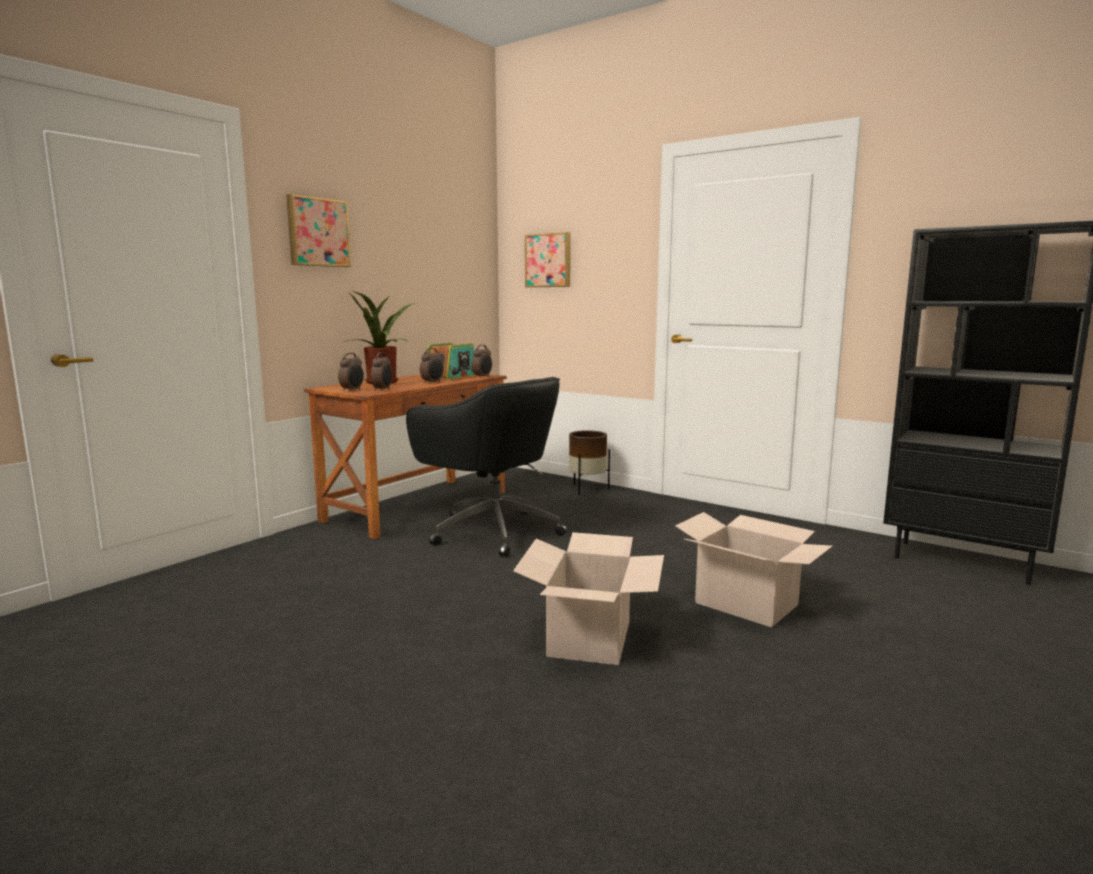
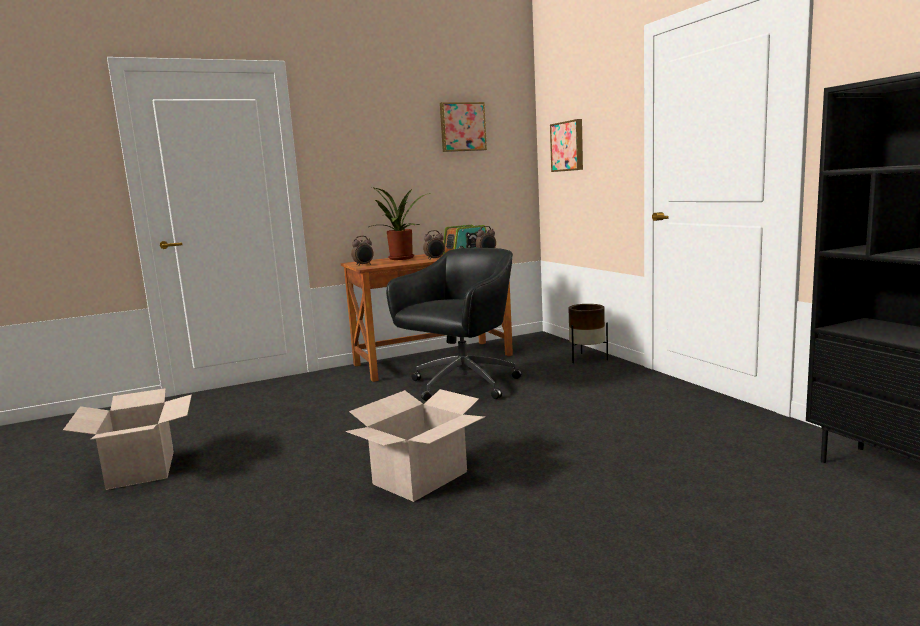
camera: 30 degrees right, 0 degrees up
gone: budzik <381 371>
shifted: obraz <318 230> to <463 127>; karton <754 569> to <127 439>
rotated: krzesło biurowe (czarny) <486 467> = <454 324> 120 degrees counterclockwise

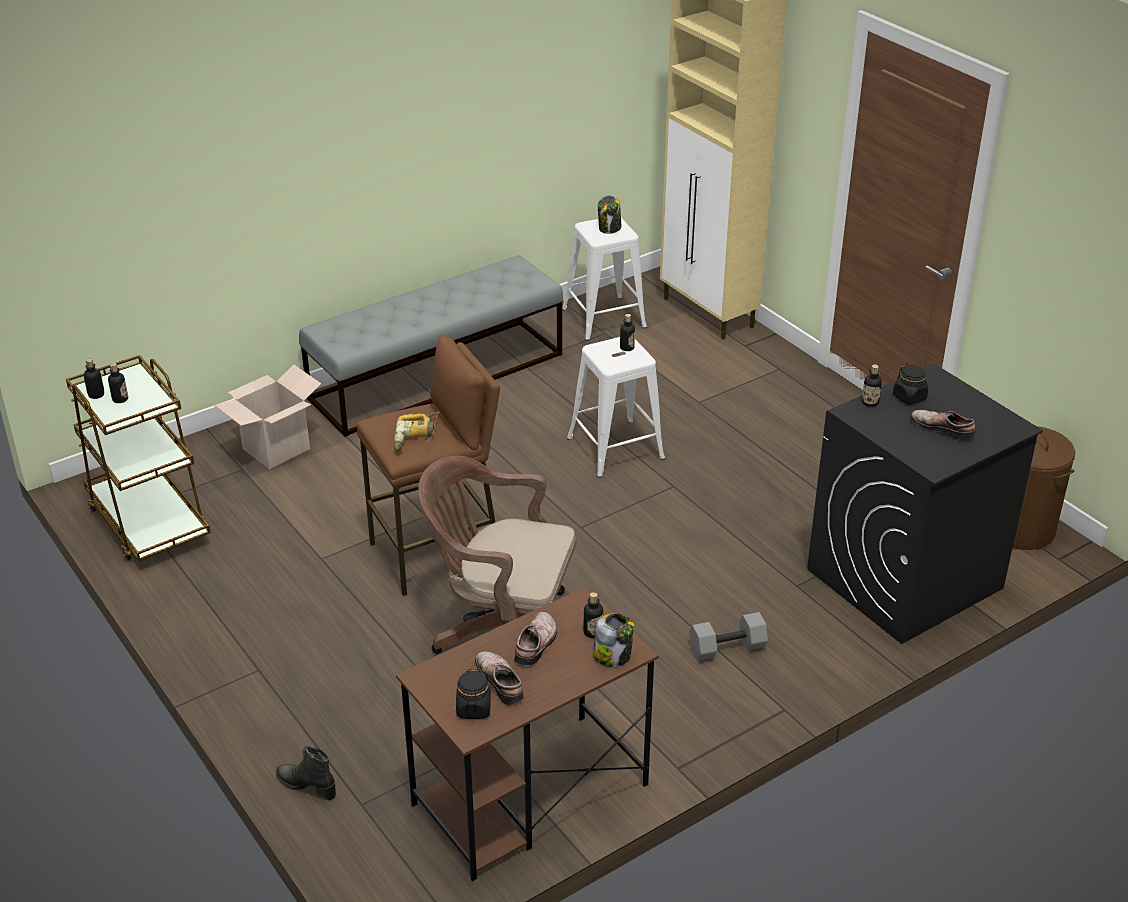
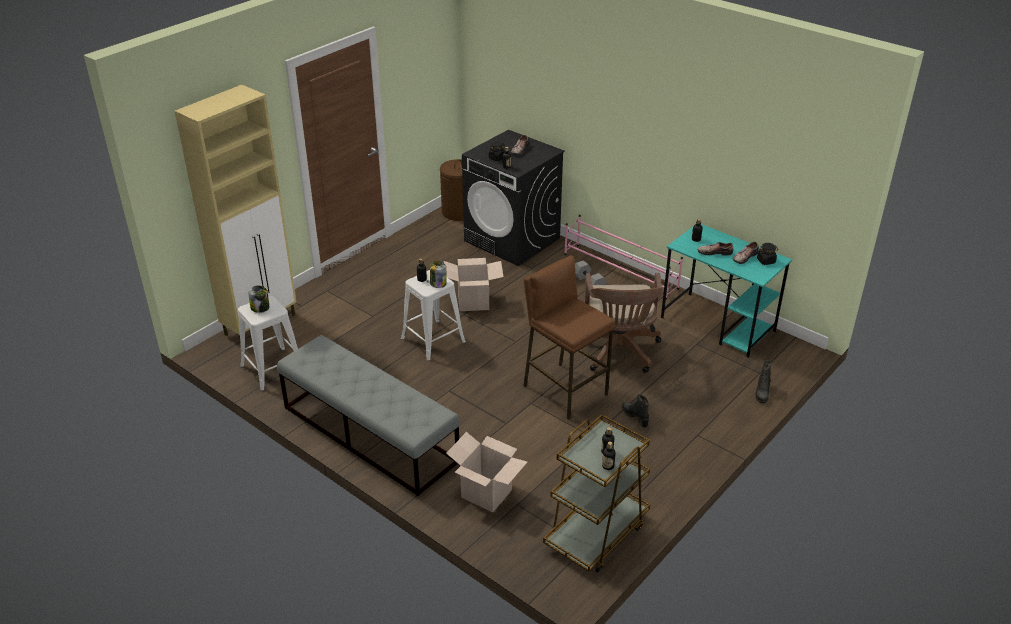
camera: 105 degrees left, 0 degrees up
gone: wiertarka <417 431>
new: karton <473 284>; regał na buty (różowy) <623 257>; but z cholewką (czarny) <635 410>
shifted: słoik <613 640> to <438 274>
repainted: biurko (brązowy) <527 734> to biurko (turkusowy) <726 291>

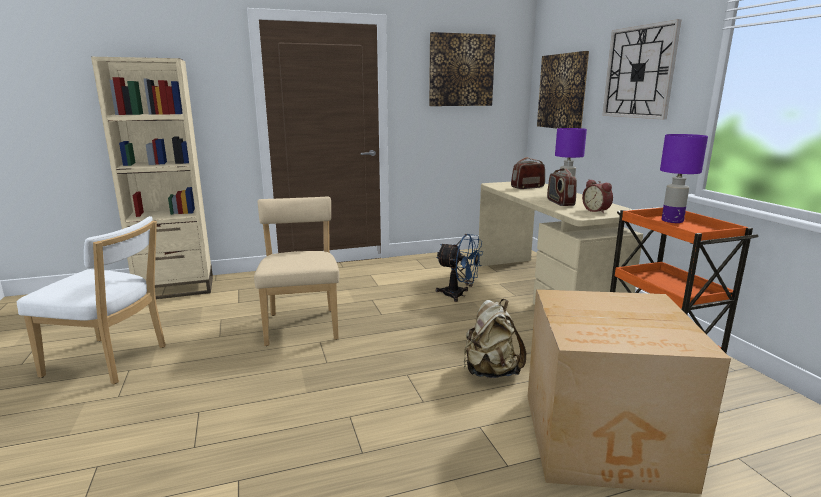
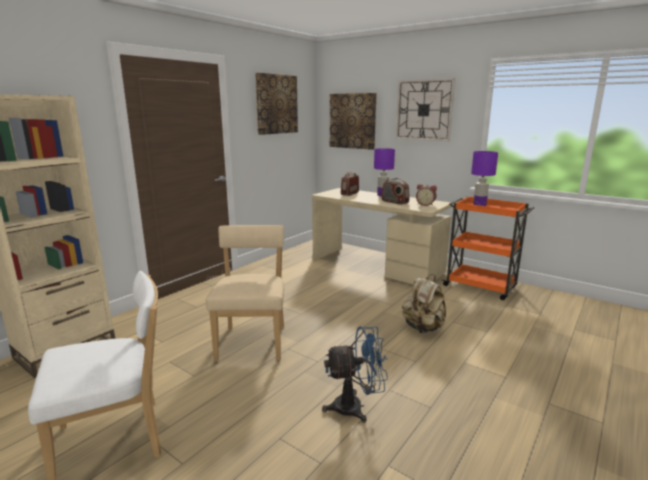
camera: 35 degrees left, 0 degrees up
gone: karton <629 391>
shifted: wentylator (niebieski) <459 268> to <355 374>
rotated: krzesło (beżowy) <296 271> = <245 293> 45 degrees clockwise

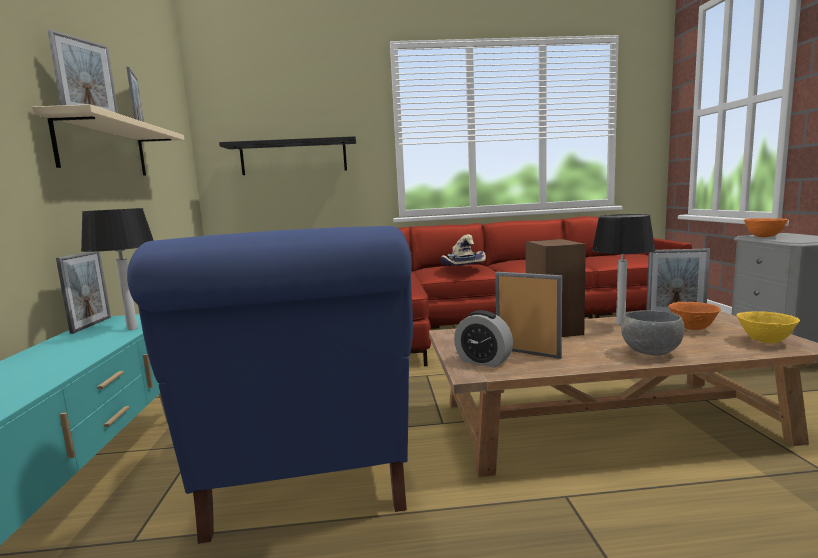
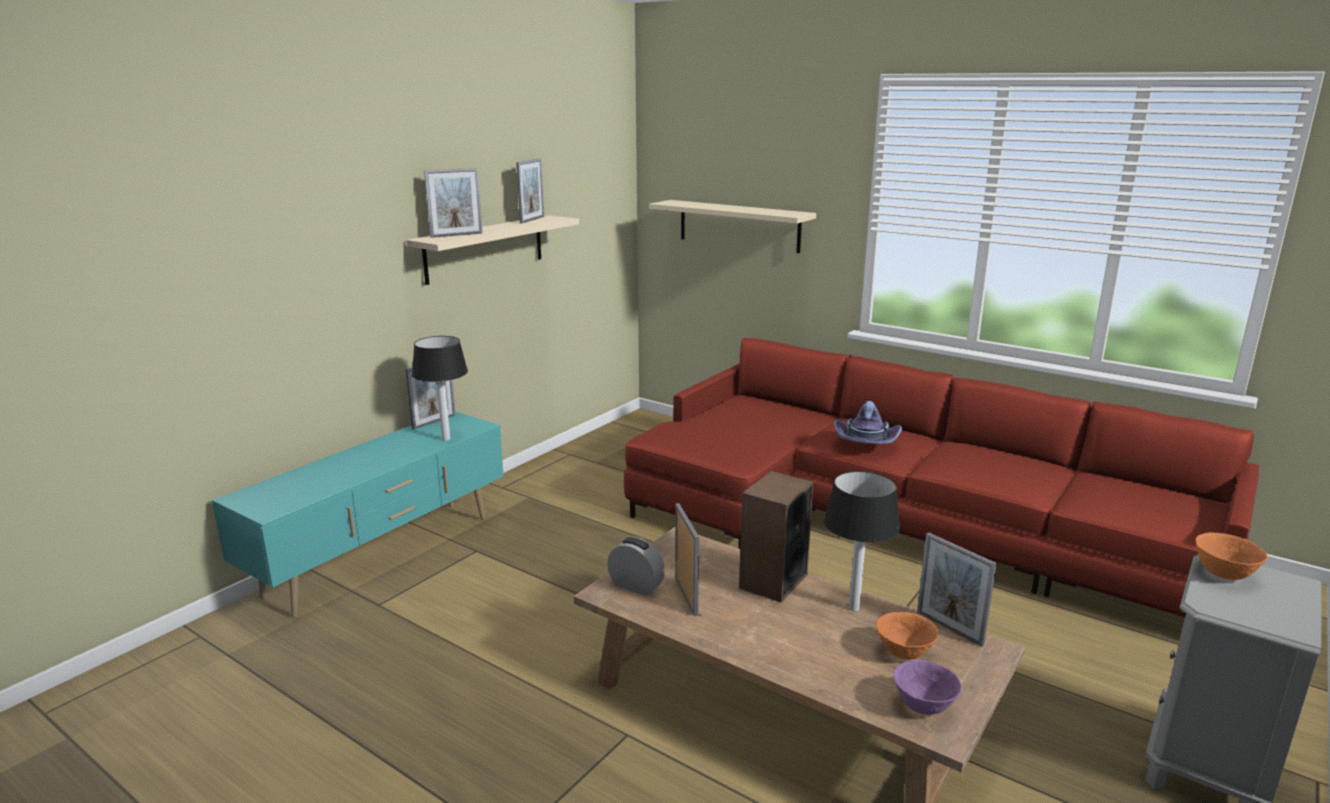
camera: 40 degrees right, 10 degrees up
gone: fotel (niebieski) <270 385>; miska (szary) <652 333>
repainted: półka (czarny) <287 155> to półka (beżowy) <732 226>; kapelusz (beżowy) <463 250> to kapelusz (fioletowy) <868 422>; miska (żółty) <768 327> to miska (fioletowy) <927 687>
rotated: budzik <483 339> = <636 566> 135 degrees clockwise

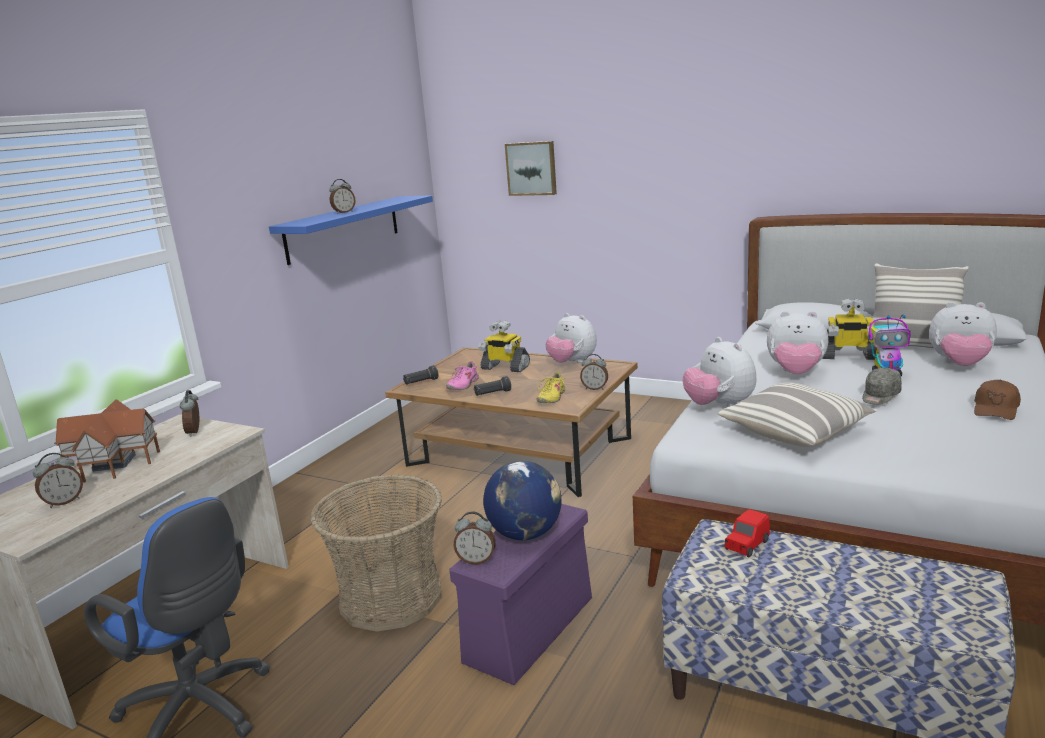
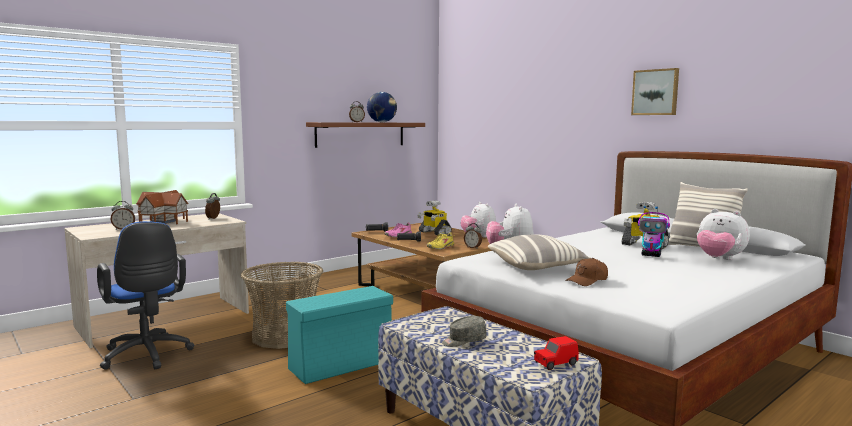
camera: 20 degrees right, 10 degrees down
gone: budzik <475 538>; pluszak <798 342>
shifted: globus <522 500> to <382 107>; obraz <531 168> to <655 91>; samochodzik (czerwony) <747 533> to <556 353>; czapka z daszkiem (szary) <882 386> to <464 331>; czapka z daszkiem (brązowy) <997 400> to <586 272>
repainted: półka (niebieski) <351 230> to półka (brązowy) <365 135>; pojemnik do przechowywania (fioletowy) <520 594> to pojemnik do przechowywania (turkusowy) <339 335>

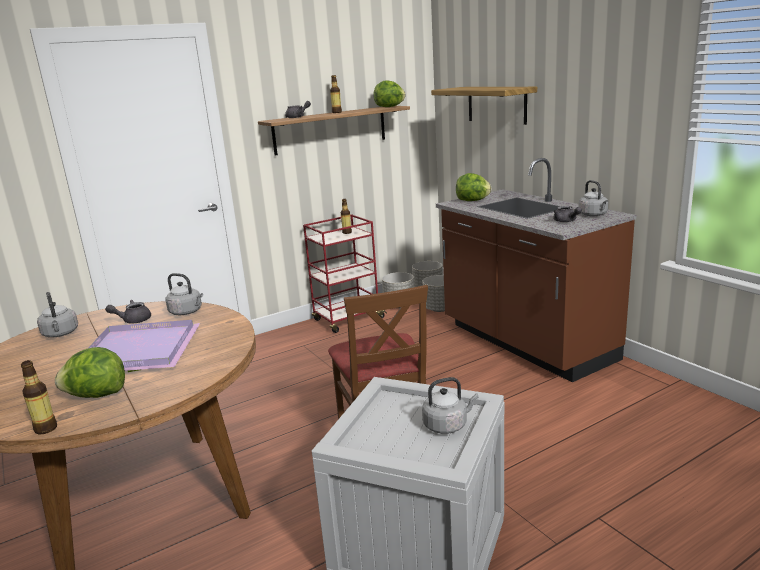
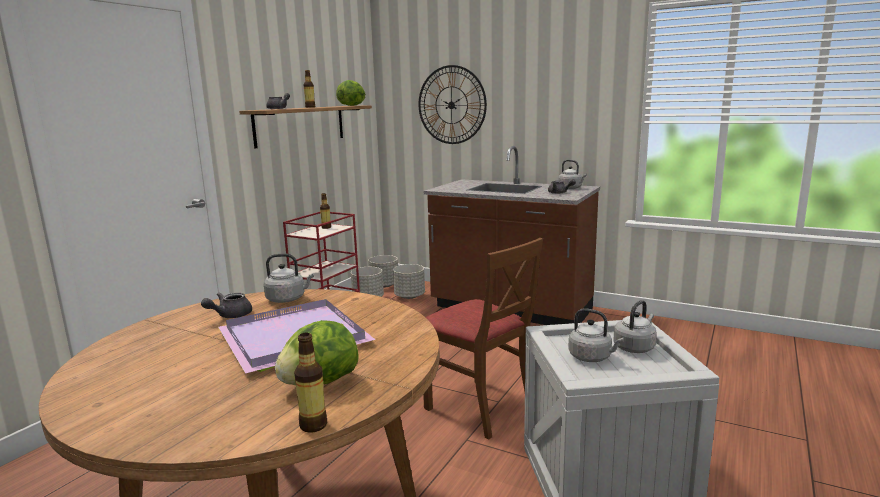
camera: 30 degrees left, 5 degrees down
gone: sałata <473 187>
shifted: czajnik (szary) <57 315> to <596 335>
swapped: półka <484 106> to zegar ścienny <453 104>

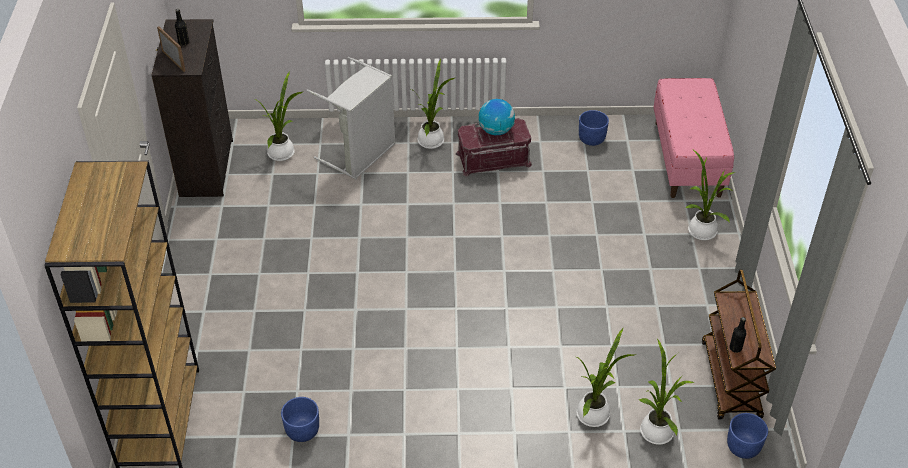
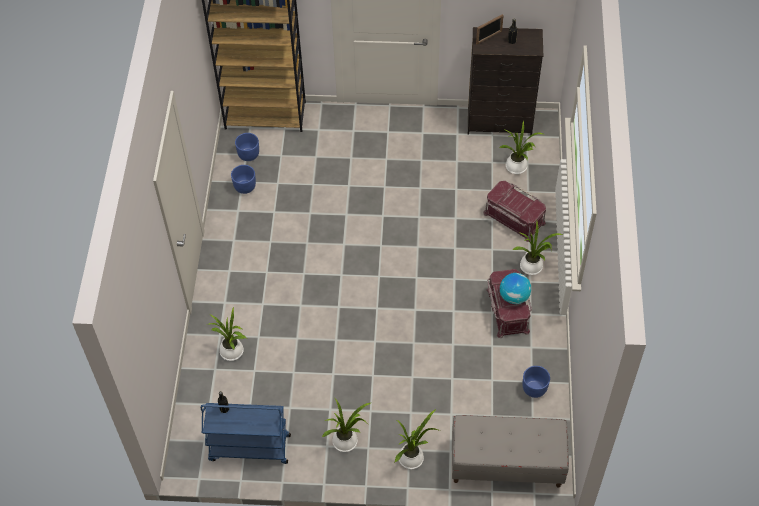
camera: 95 degrees right, 10 degrees up
shifted: roślina doniczkowa <667 392> to <346 424>; donica (niebieski) <747 436> to <247 147>
swapped: kosz na pranie (szary) <350 118> to pojemnik do przechowywania (czerwony) <514 211>
repainted: ławka (różowy) <693 138> to ławka (szary) <510 451>; wózek (brązowy) <739 344> to wózek (niebieski) <246 433>

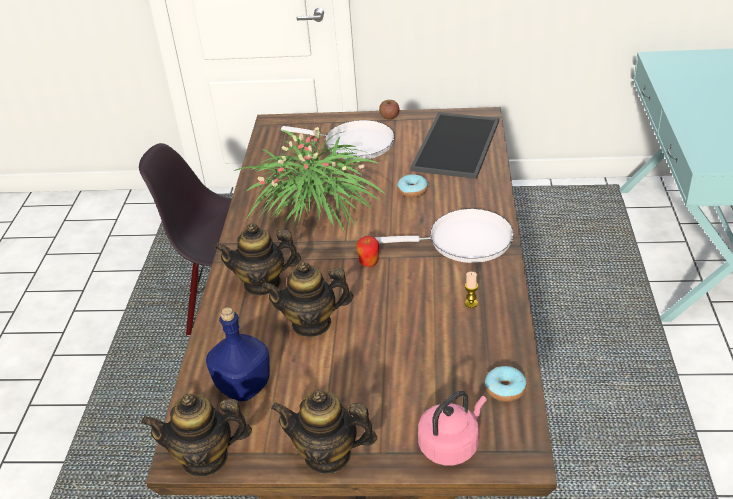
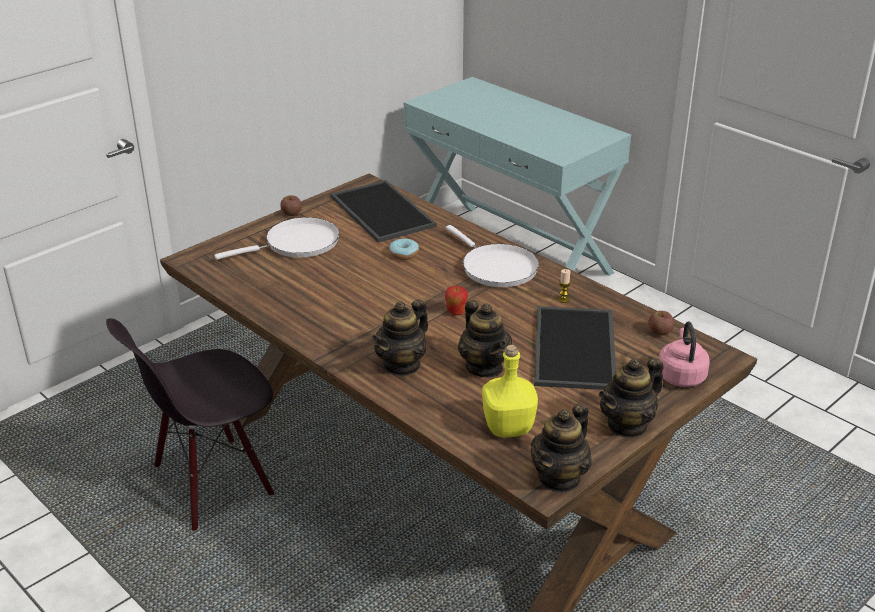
camera: 50 degrees left, 5 degrees down
gone: roślina doniczkowa <309 179>
new: taca <575 348>
swapped: donut <506 384> to jabłko <661 323>
repainted: butelka (niebieski) <238 354> to butelka (żółty) <510 391>
rotated: imbryk <307 299> = <485 339> 60 degrees counterclockwise; patelnia (biały) <444 236> = <492 256> 105 degrees clockwise

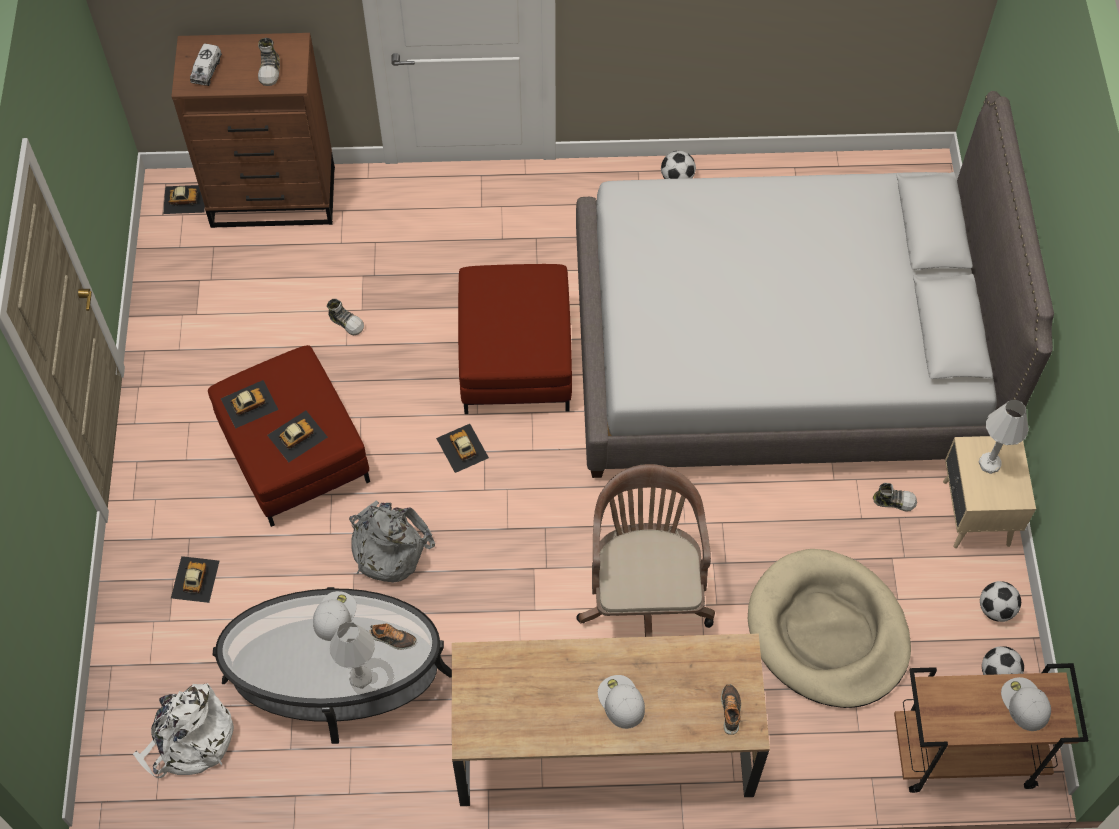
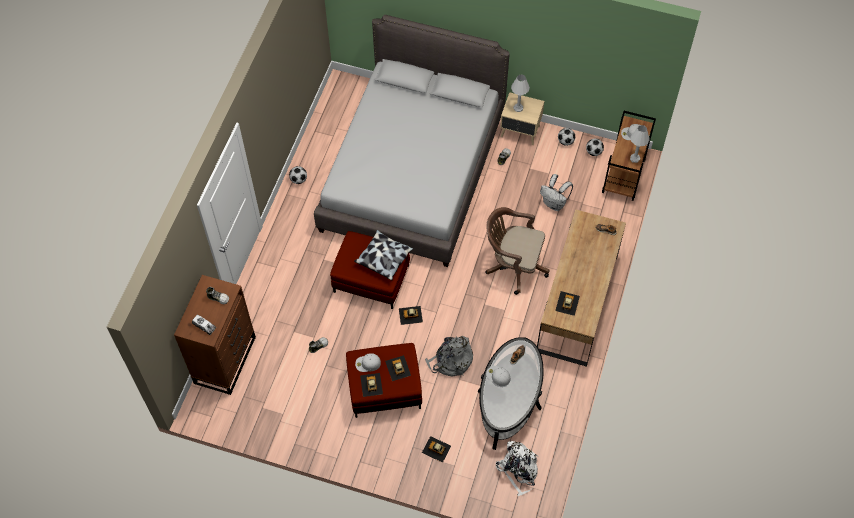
camera: 70 degrees left, 0 degrees up
new: poduszka <383 255>
shifted: samochodzik <184 199> to <567 303>; lampa stołowa (biały) <352 655> to <640 144>; czapka z daszkiem (biały) <621 702> to <368 362>
swapped: legowisko (beżowy) <829 628> to plecak (biały) <556 192>

